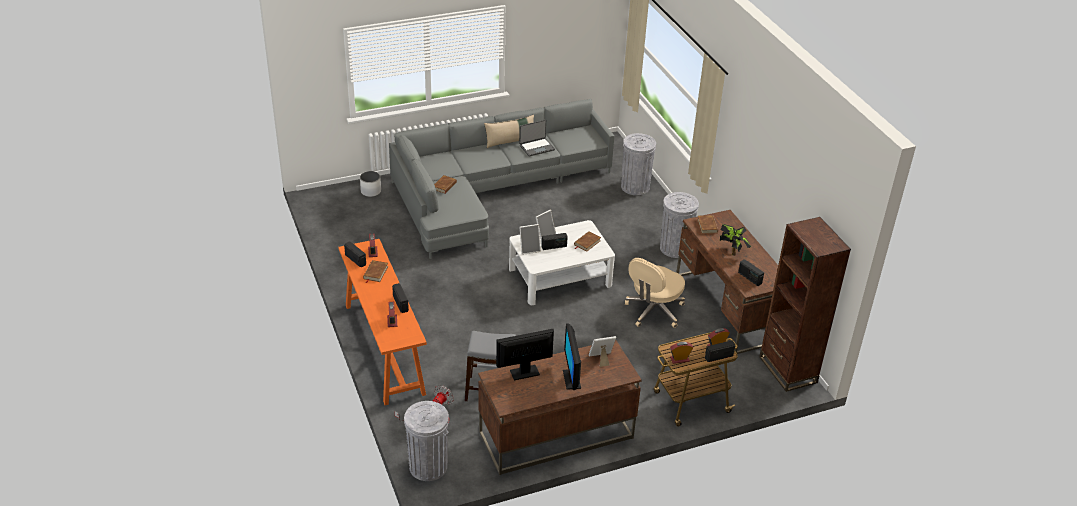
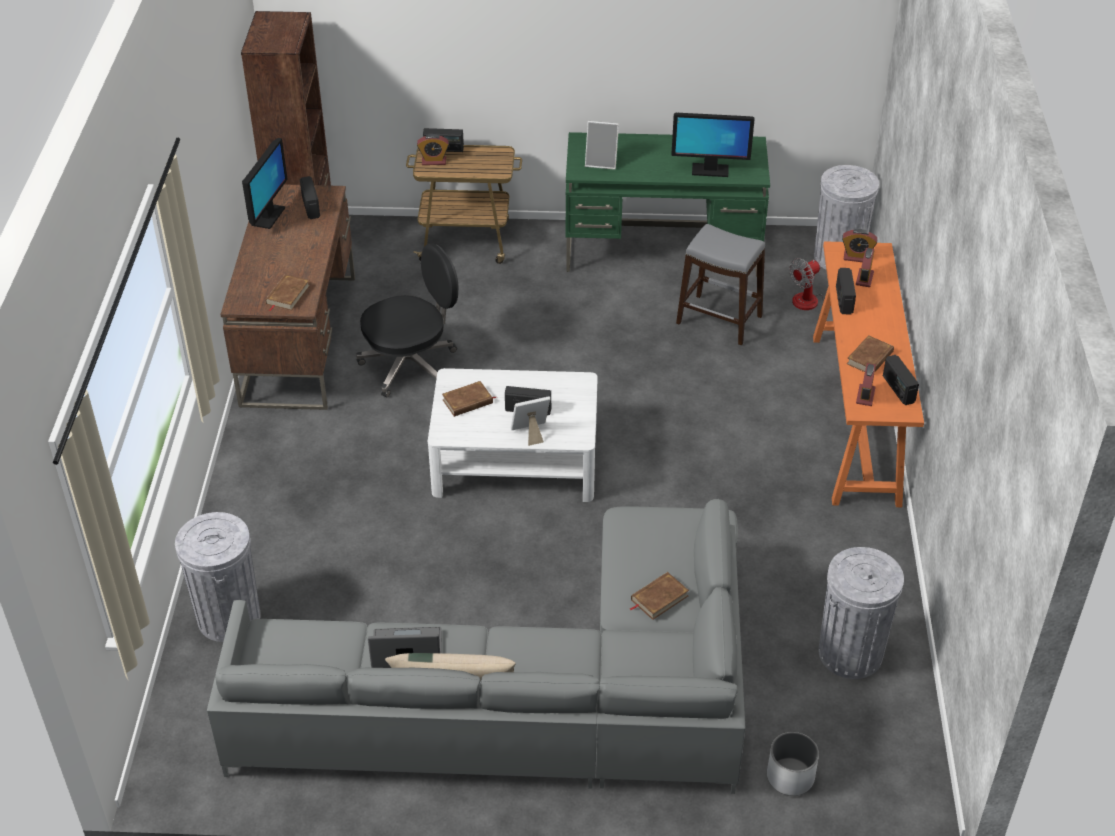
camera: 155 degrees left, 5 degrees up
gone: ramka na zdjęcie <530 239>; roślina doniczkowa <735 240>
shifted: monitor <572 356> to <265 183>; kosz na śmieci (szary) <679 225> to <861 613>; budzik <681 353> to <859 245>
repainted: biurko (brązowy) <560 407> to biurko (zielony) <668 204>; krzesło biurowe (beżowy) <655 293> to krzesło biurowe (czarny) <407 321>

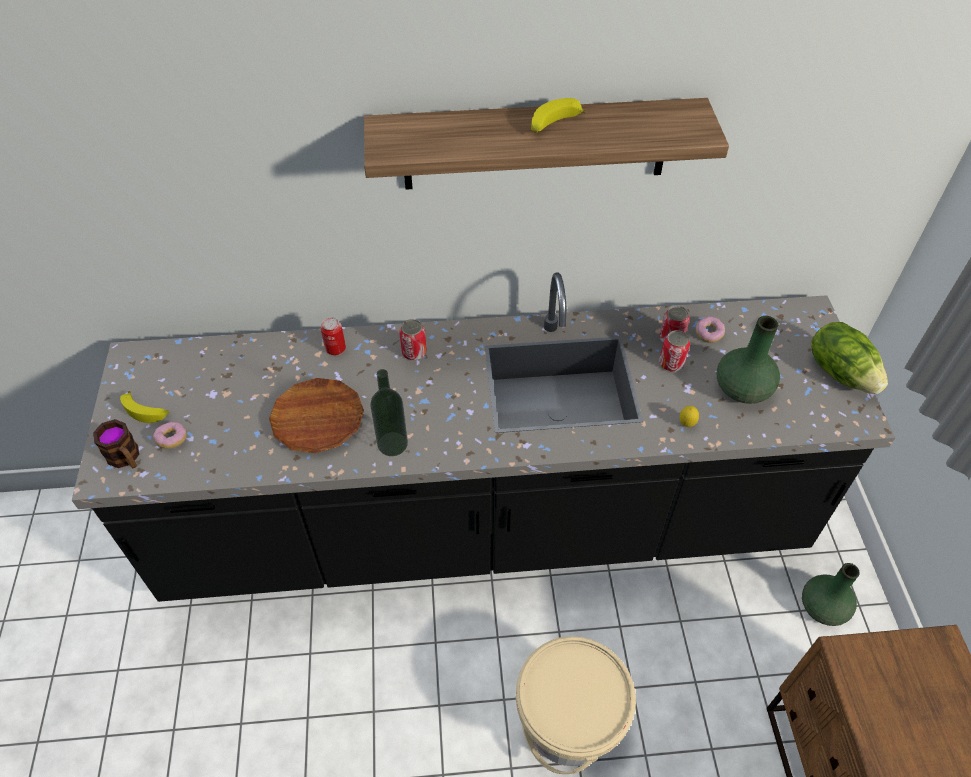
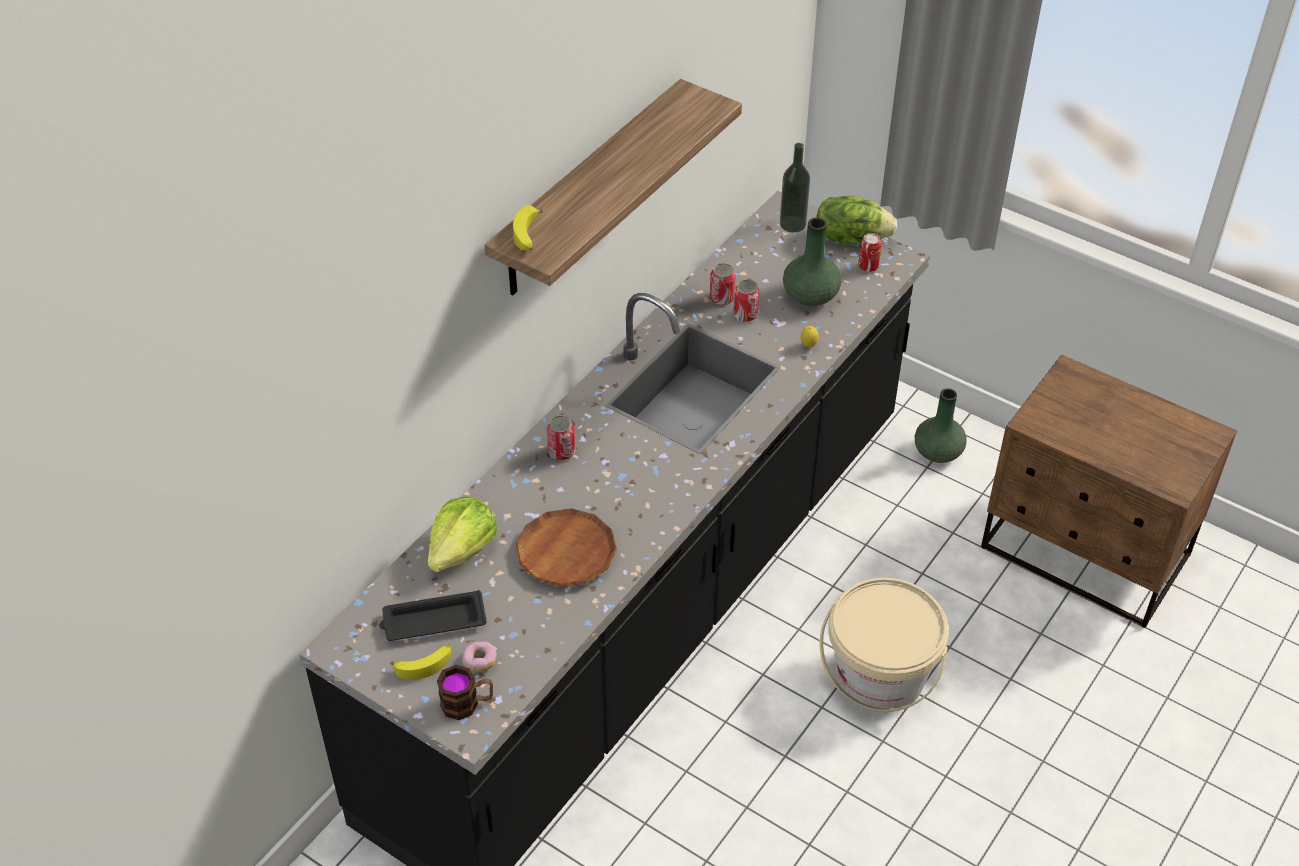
camera: 50 degrees left, 5 degrees down
gone: donut <710 329>
new: taca (czarny) <433 615>; sałata <462 534>
shifted: puszka <333 336> to <869 252>; butelka <389 412> to <795 188>; banan <558 115> to <528 227>

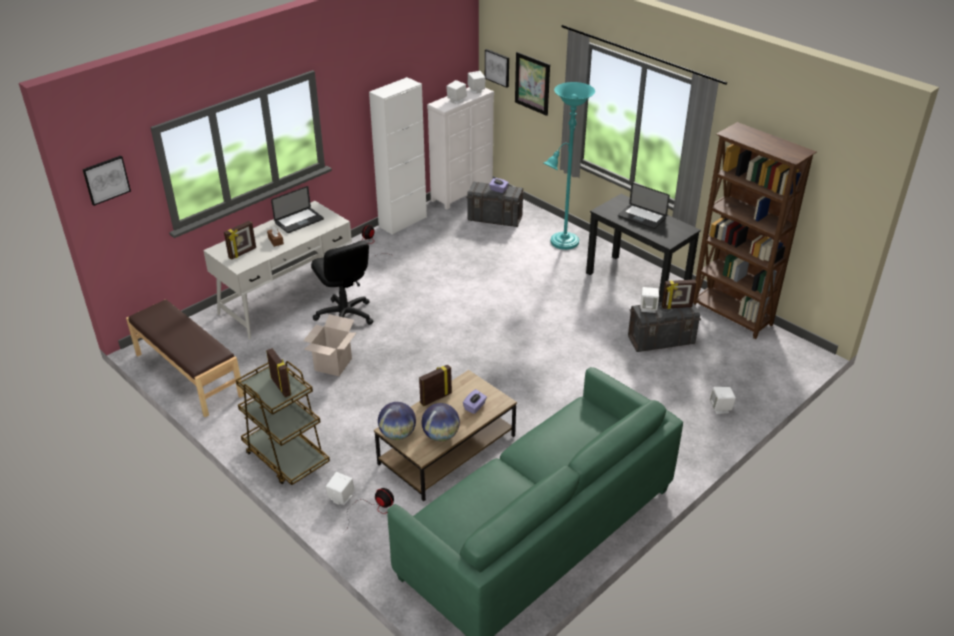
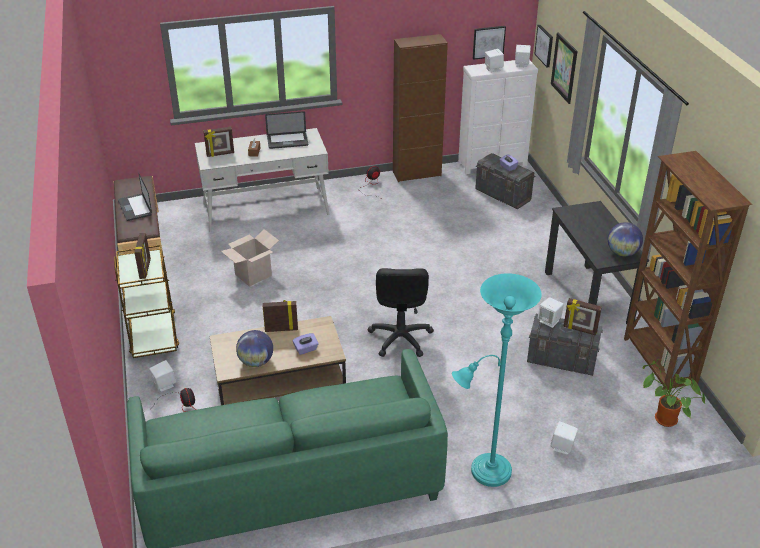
camera: 30 degrees right, 0 degrees up
new: roślina doniczkowa <673 393>
shifted: obraz <106 181> to <489 43>; krzesło biurowe (czarny) <342 282> to <401 312>; globus <397 421> to <625 239>; lampa stojąca (turkusowy) <569 166> to <497 380>; laptop <644 206> to <135 197>
repainted: szafka (biały) <398 156> to szafka (brązowy) <420 108>

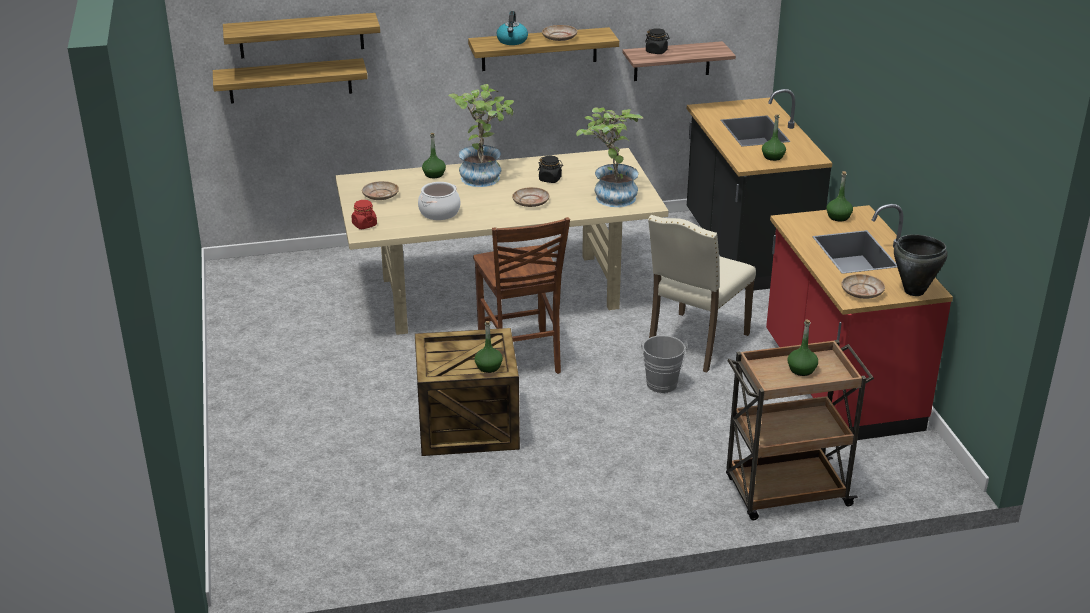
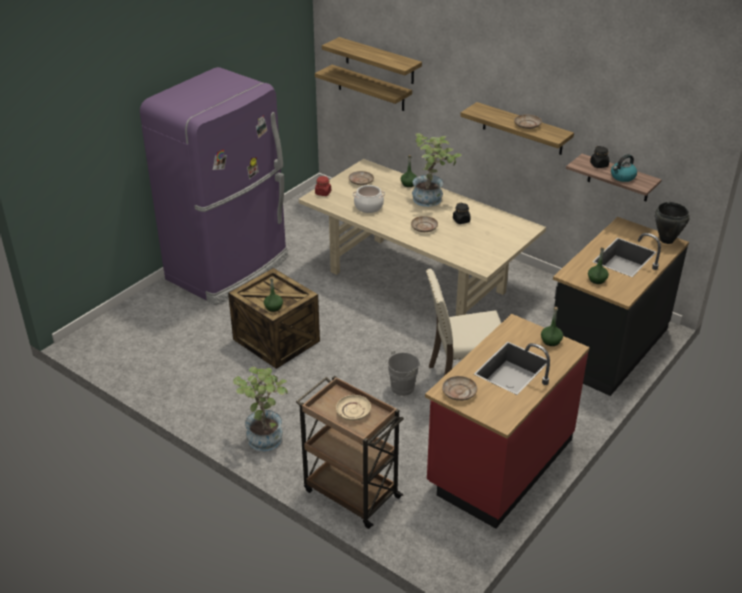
camera: 50 degrees right, 5 degrees up
gone: krzesło (brązowy) <521 295>
new: lodówka (fioletowy) <214 186>
shifted: czajnik <512 28> to <624 168>; roślina doniczkowa <609 157> to <260 409>; garnek (czarny) <921 265> to <672 223>
swapped: butelka (zielony) <803 347> to talerz (beżowy) <353 408>

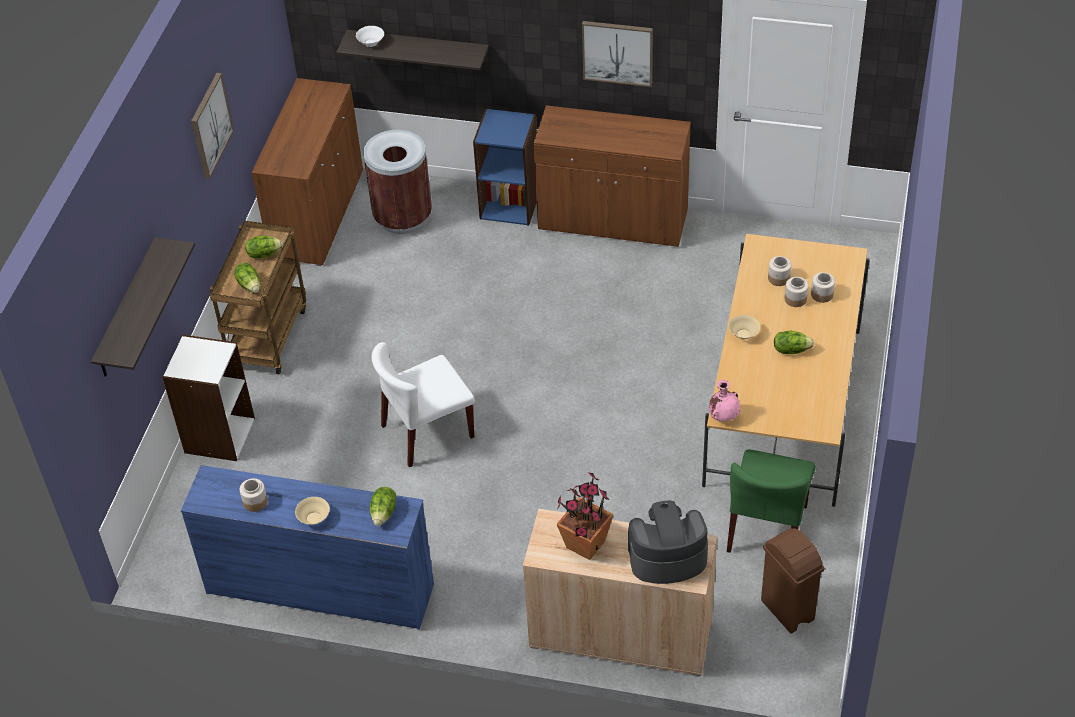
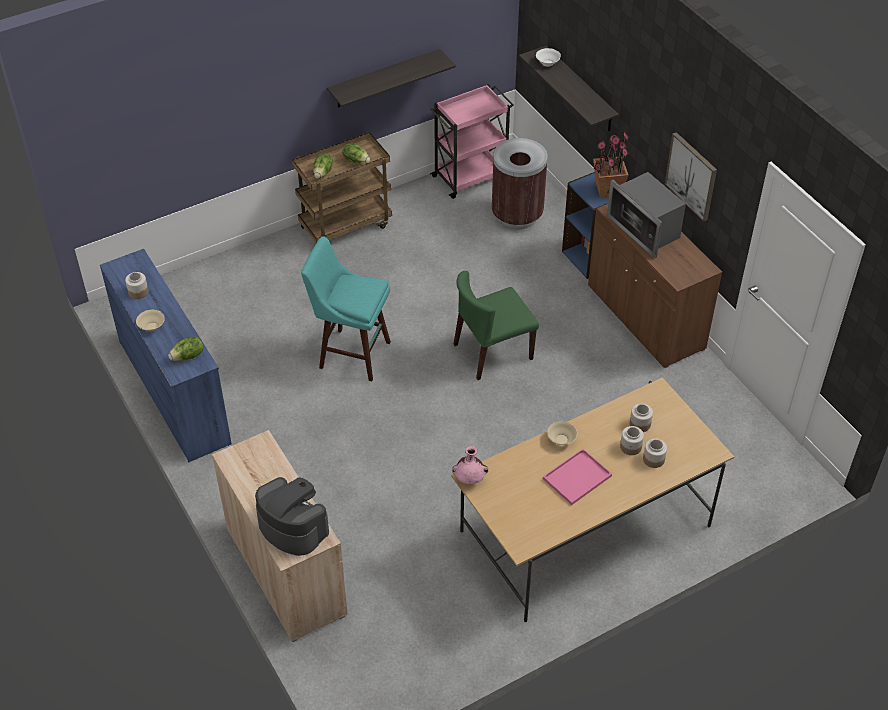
camera: 45 degrees right, 0 degrees up
gone: regał (biały) <208 398>; obraz <212 126>; kosz na śmieci (brązowy) <792 580>
new: mikrofalówka <646 215>
shifted: półka <143 307> to <391 78>; roślina doniczkowa <585 516> to <611 164>; krzesło (zielony) <771 501> to <496 325>
swapped: szafka (brązowy) <307 172> to wózek (różowy) <472 141>; krzesło (biały) <423 405> to stołek (turkusowy) <346 309>; sałata <794 342> to taca (różowy) <577 477>

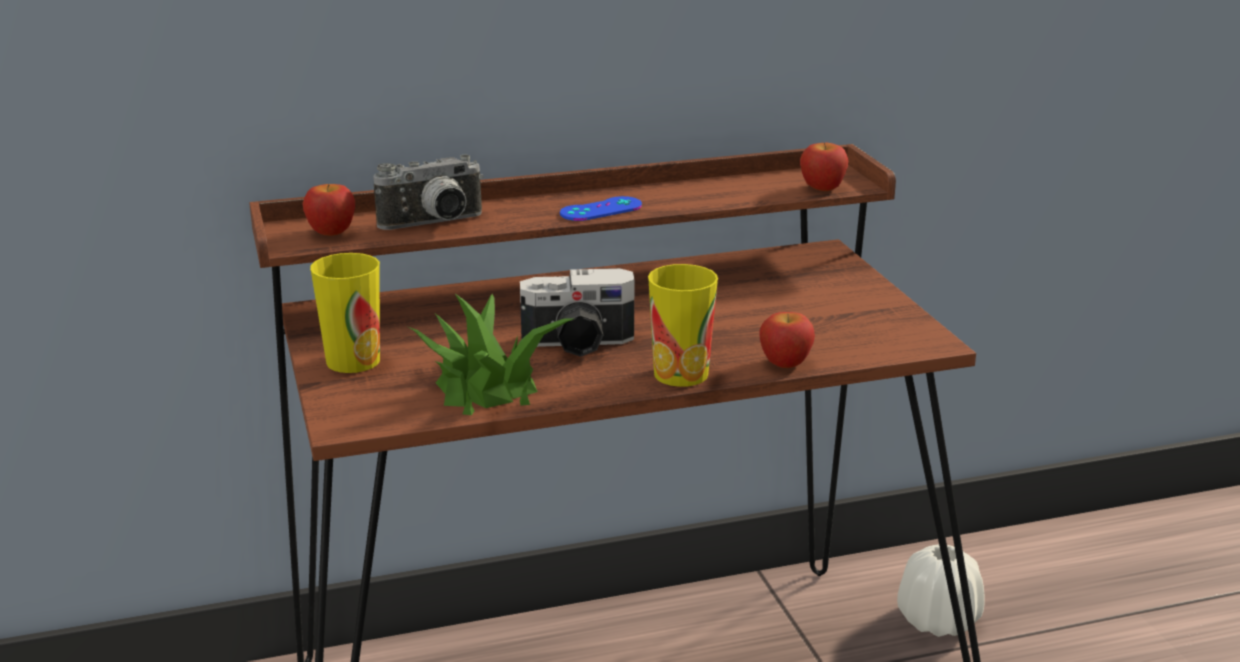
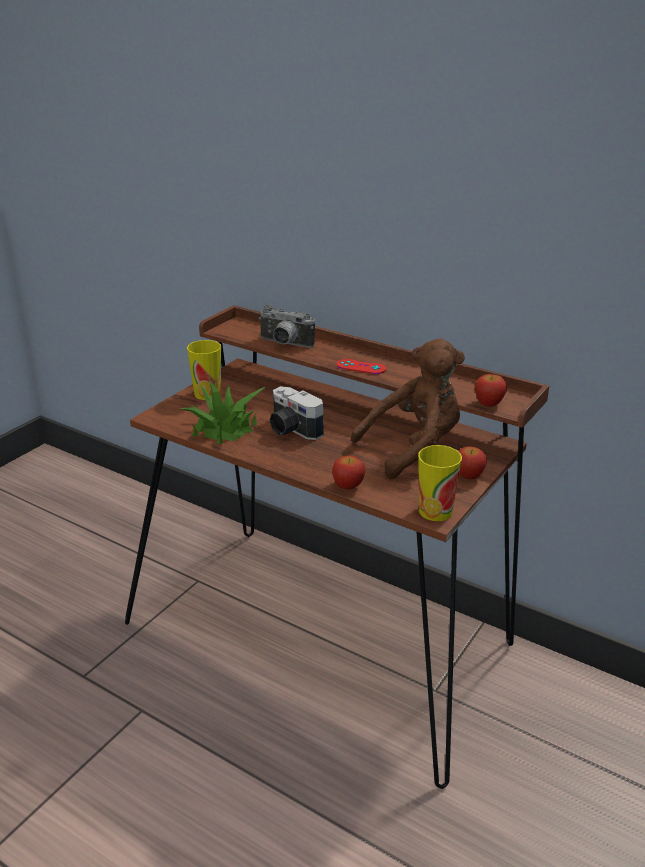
camera: 50 degrees right, 5 degrees up
gone: wazon (biały) <941 591>
new: pluszak (brązowy) <408 408>
shifted: jabłko <329 210> to <472 463>; filiżanka <683 325> to <440 483>
repainted: pad do gier (niebieski) <601 208> to pad do gier (czerwony) <361 366>

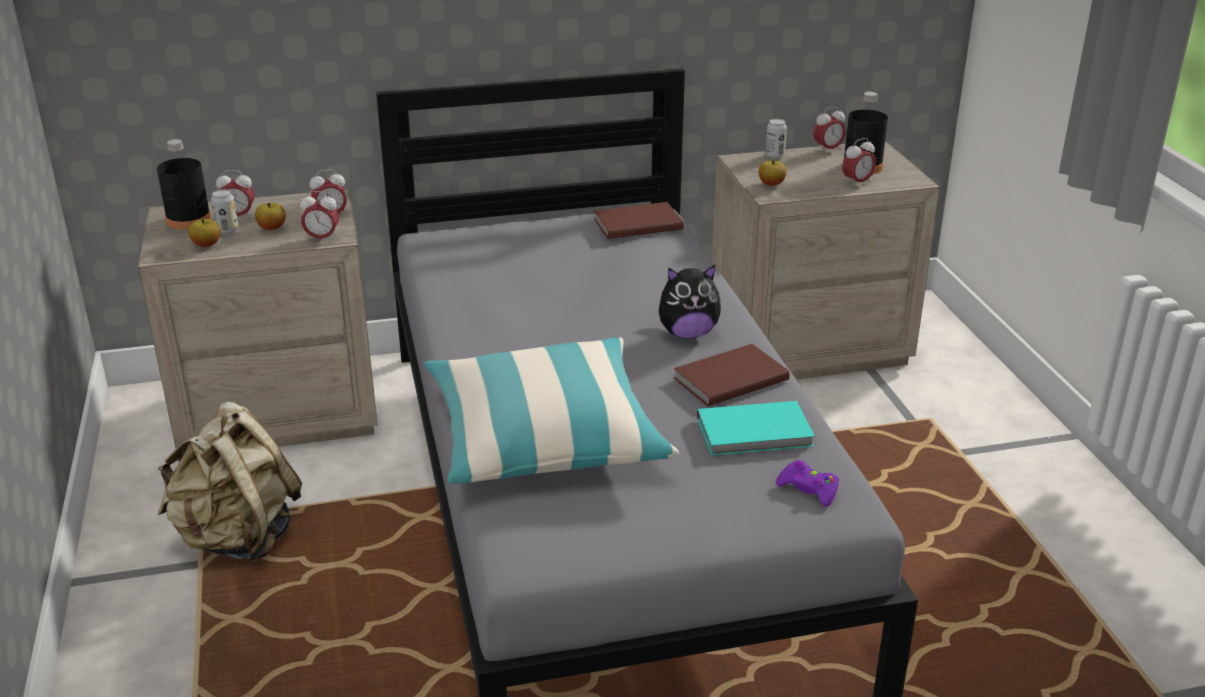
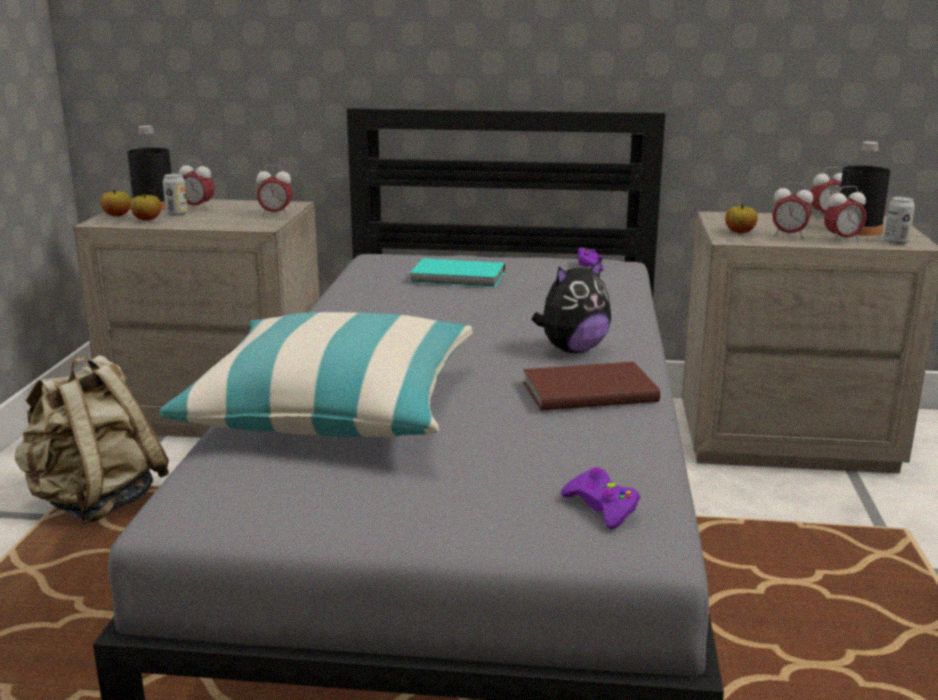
camera: 20 degrees right, 10 degrees down
shifted: jabłko <270 216> to <115 203>; budzik <319 216> to <792 210>; książka (turkusowy) <756 428> to <457 272>; puszka <776 138> to <899 220>
swapped: książka (brązowy) <639 220> to pad do gier (fioletowy) <590 260>
rotated: pluszak <690 302> = <571 305> 45 degrees counterclockwise

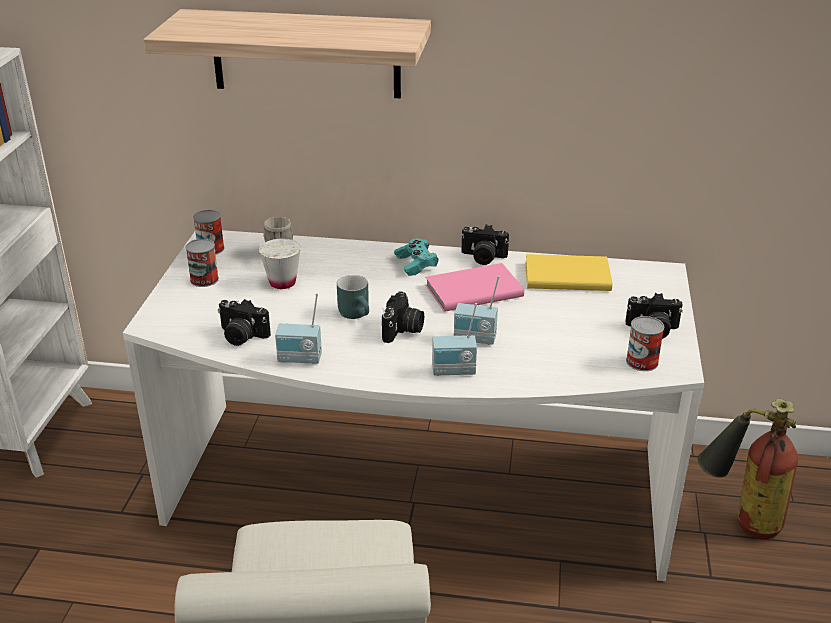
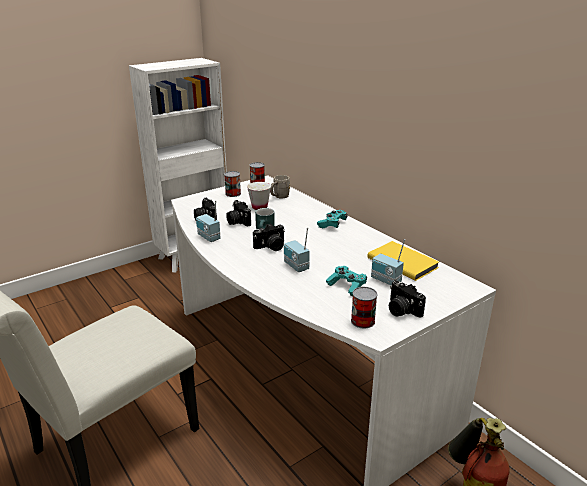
camera: 45 degrees right, 5 degrees down
gone: półka <287 53>; książka (różowy) <474 287>
new: pad do gier (turkusowy) <346 281>
shifted: radio <454 339> to <388 262>; aparat fotograficzny <485 244> to <238 213>

